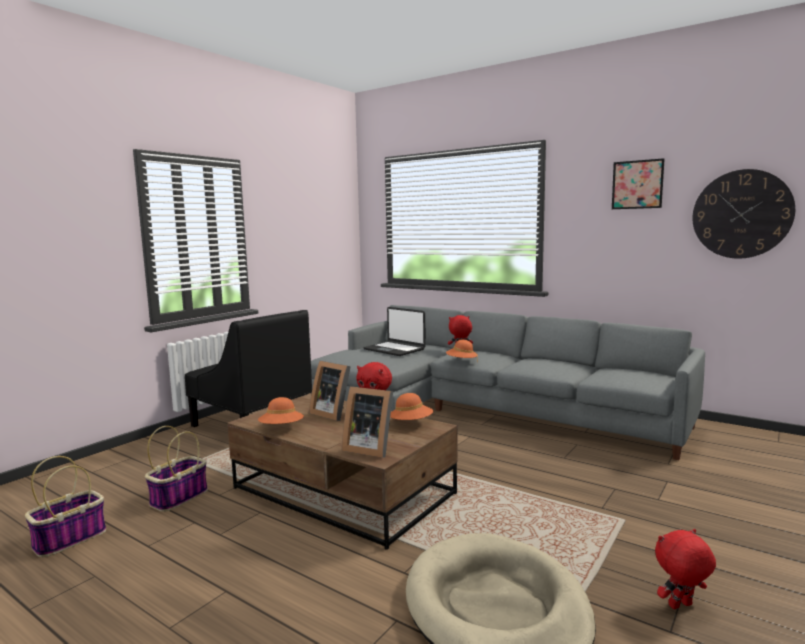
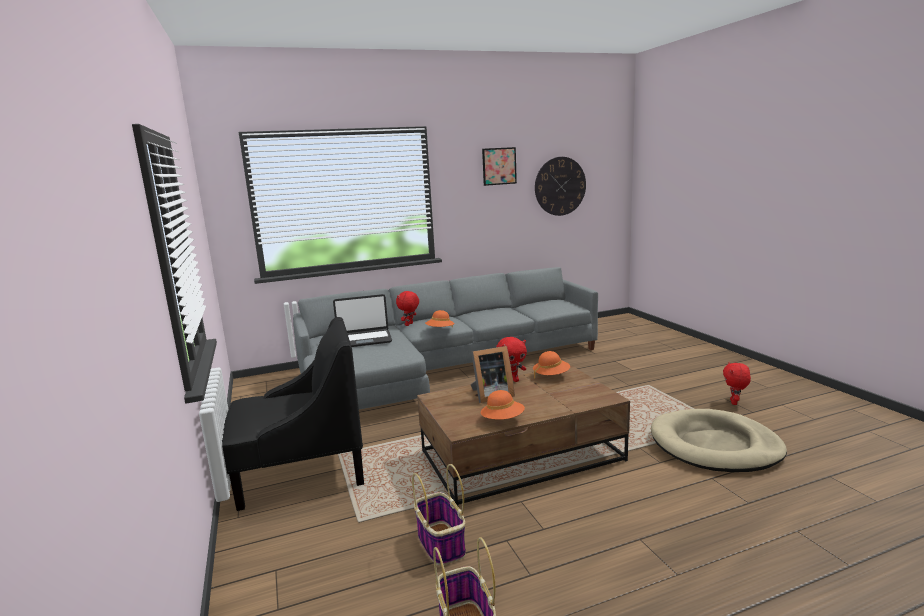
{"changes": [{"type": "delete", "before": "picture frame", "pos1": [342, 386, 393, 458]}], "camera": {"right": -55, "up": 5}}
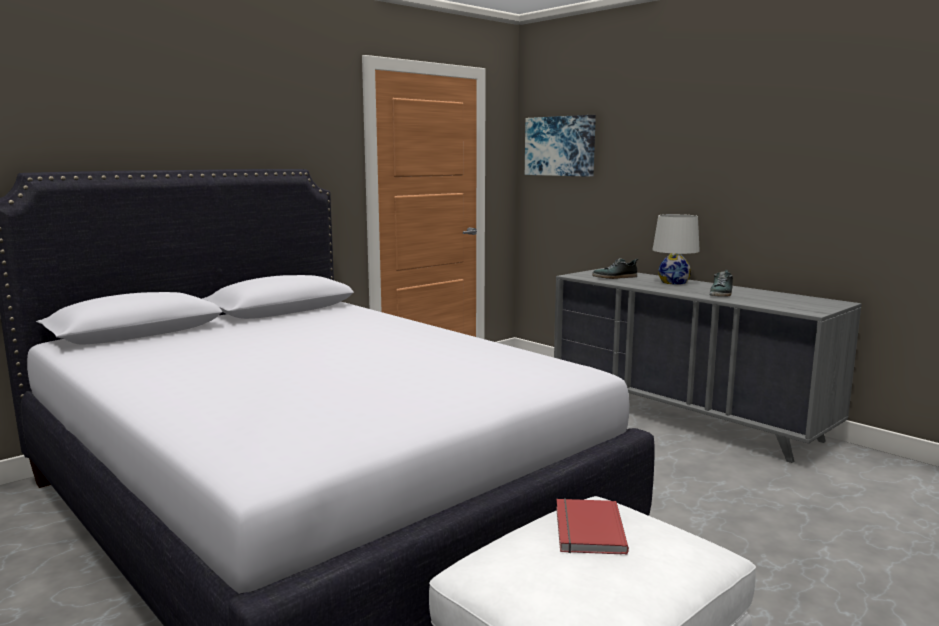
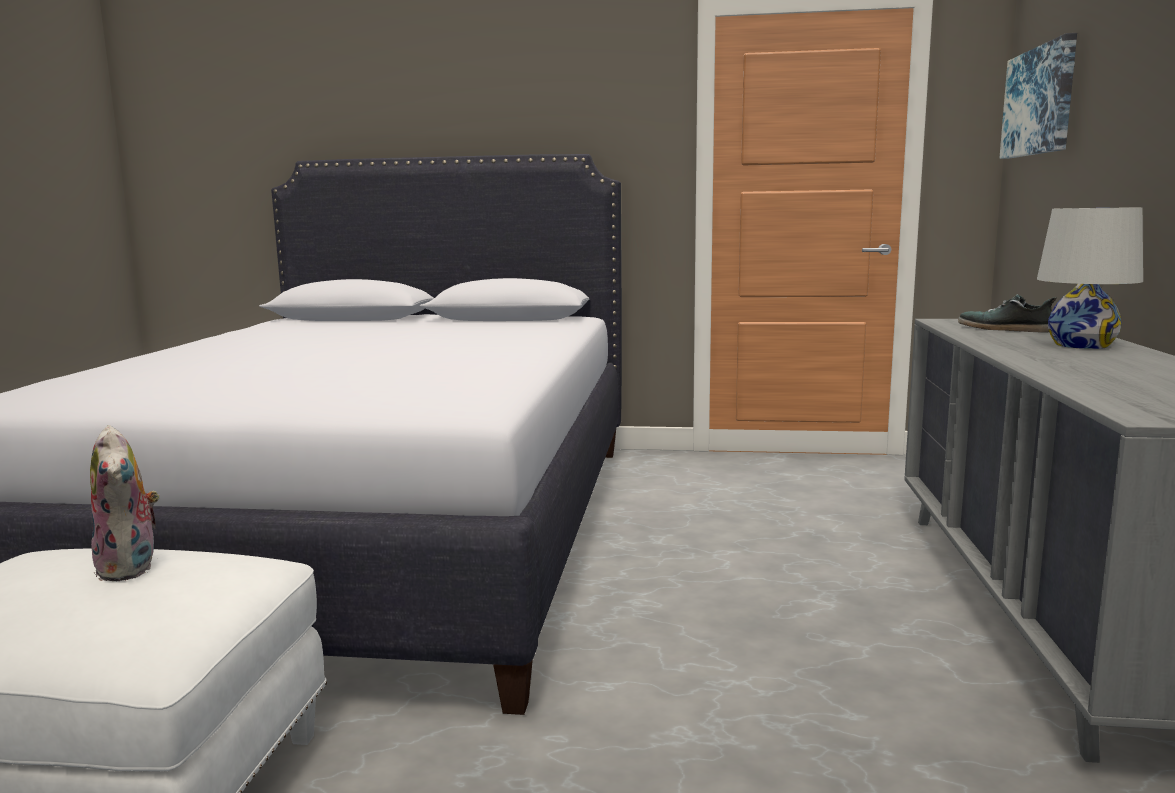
{"changes": [{"type": "delete", "before": "low shoe", "pos1": [709, 270, 733, 297]}, {"type": "replace", "before": "volume/red-coloured", "after": "plush toy", "pos1": [556, 498, 629, 555], "pos2": [90, 425, 159, 581]}], "camera": {"right": 50, "up": 0}}
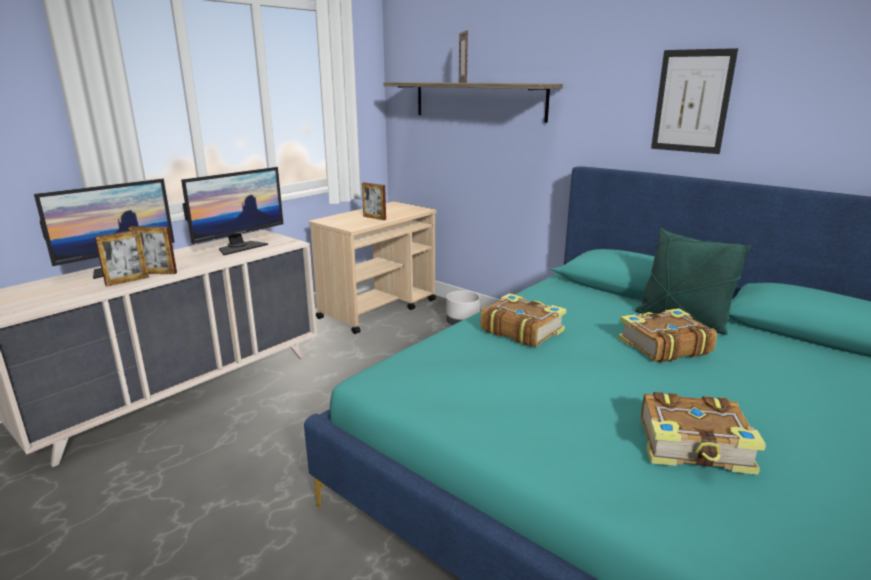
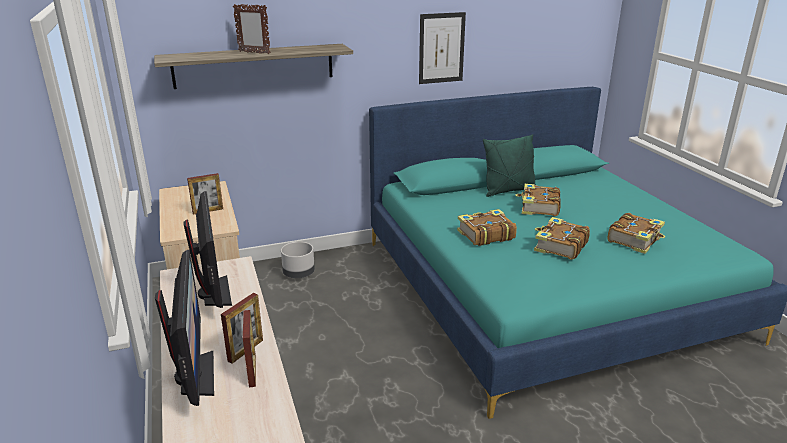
{"changes": [{"type": "insert", "after": "volume", "pos2": [534, 217, 590, 260]}], "camera": {"right": -60, "up": 5}}
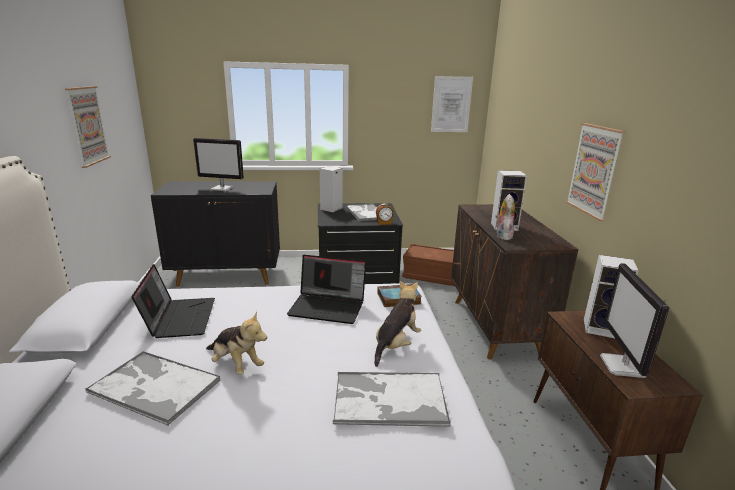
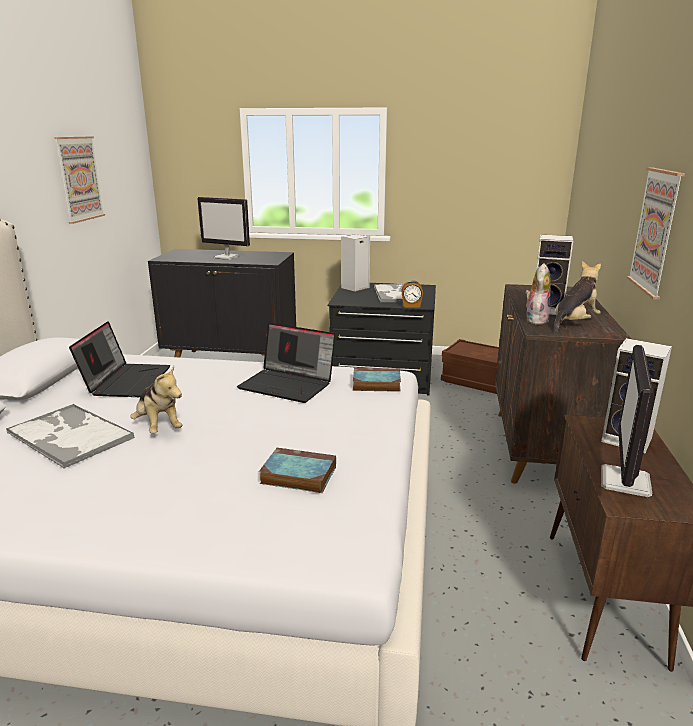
{"changes": [{"type": "delete", "before": "wall picture", "pos1": [431, 76, 473, 132]}, {"type": "move", "before": "plush toy", "pos1": [375, 281, 421, 367], "pos2": [554, 261, 601, 332]}, {"type": "replace", "before": "tray", "after": "volume", "pos1": [333, 372, 451, 427], "pos2": [259, 448, 336, 493]}], "camera": {"right": 15, "up": 0}}
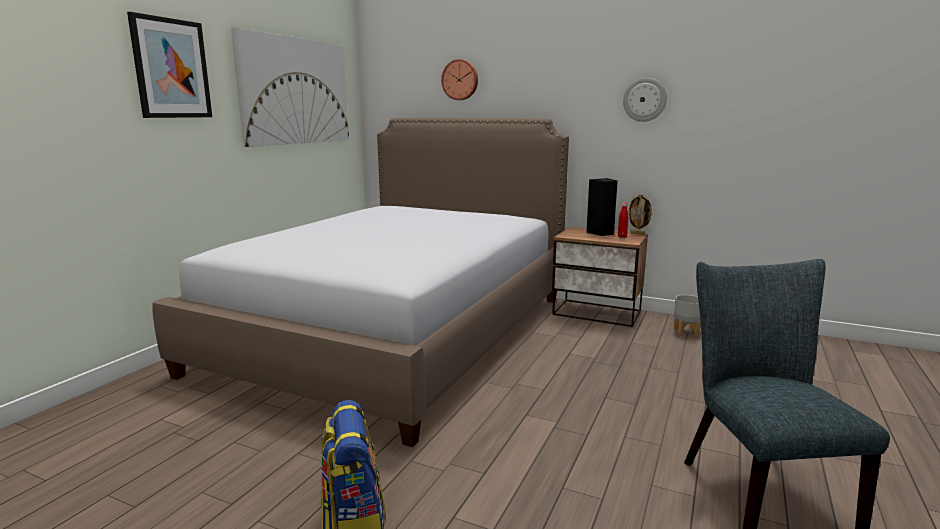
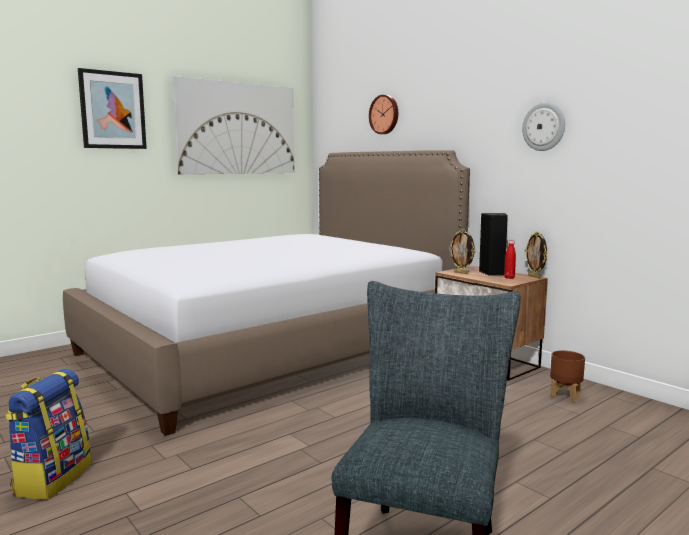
{"changes": [{"type": "insert", "after": "picture frame", "pos2": [449, 229, 476, 274]}, {"type": "recolor", "before": "plant pot/greyish", "after": "plant pot/brownish", "pos1": [673, 295, 701, 337], "pos2": [550, 350, 585, 402]}], "camera": {"right": 25, "up": -5}}
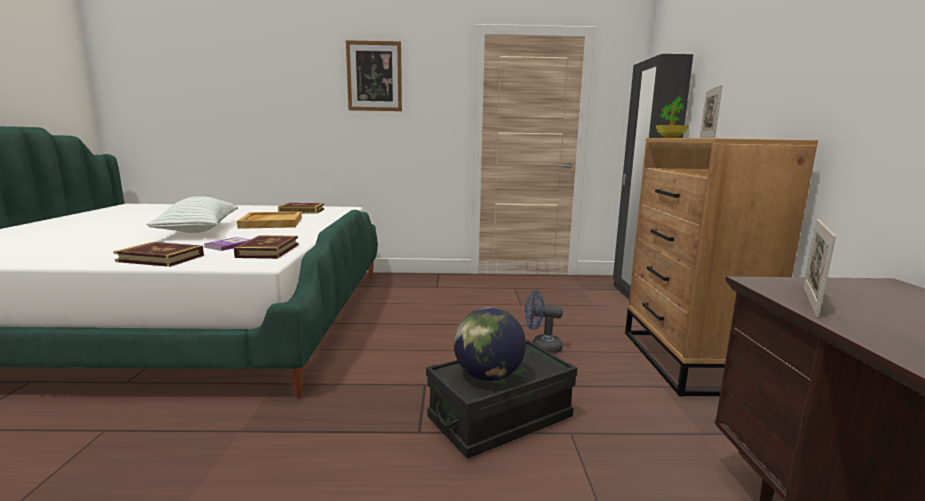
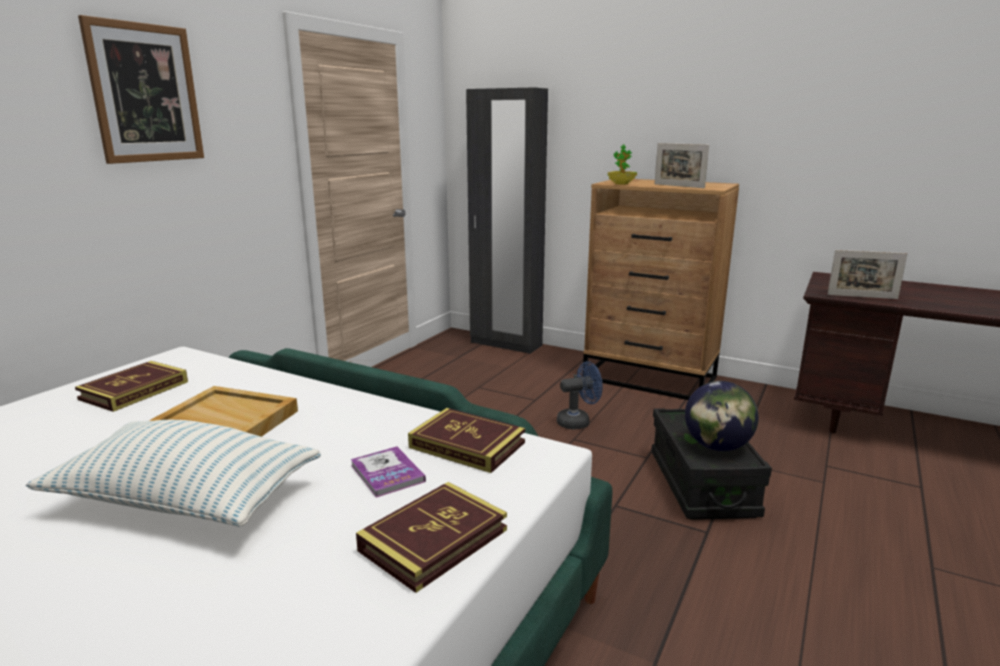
{"changes": [{"type": "rotate", "before": "cooling fan/bluish", "pos1": [525, 290, 563, 353], "pos2": [557, 361, 603, 429], "turn": -150}, {"type": "rotate", "before": "picture frame", "pos1": [803, 219, 836, 317], "pos2": [827, 250, 908, 299], "turn": -45}], "camera": {"right": -60, "up": 5}}
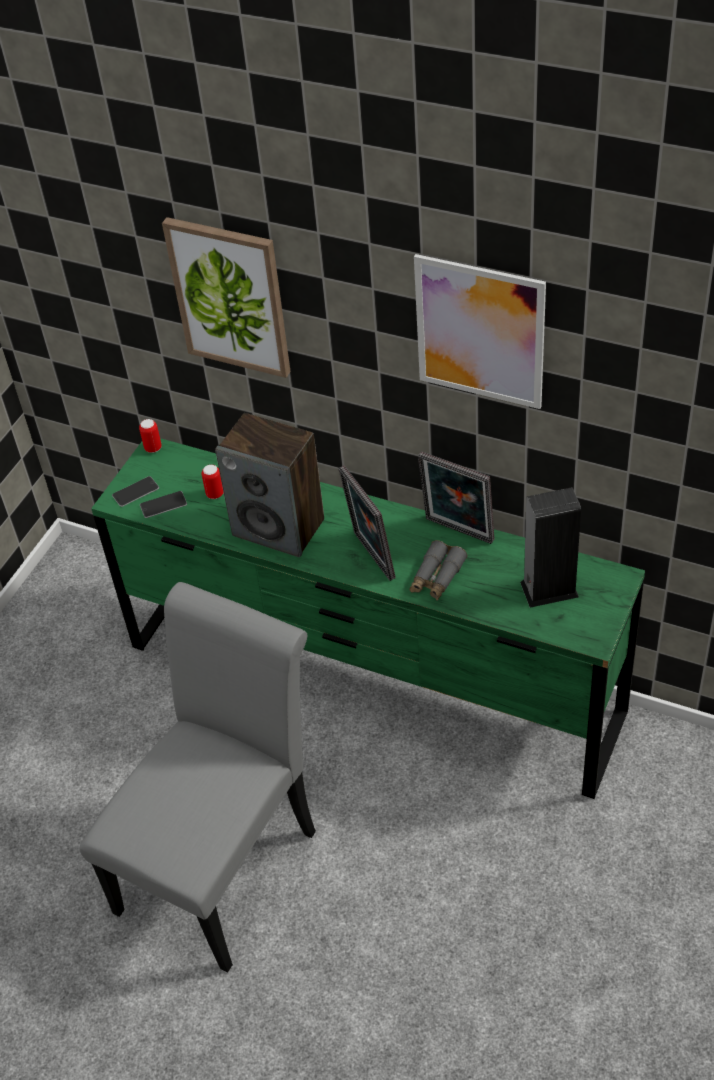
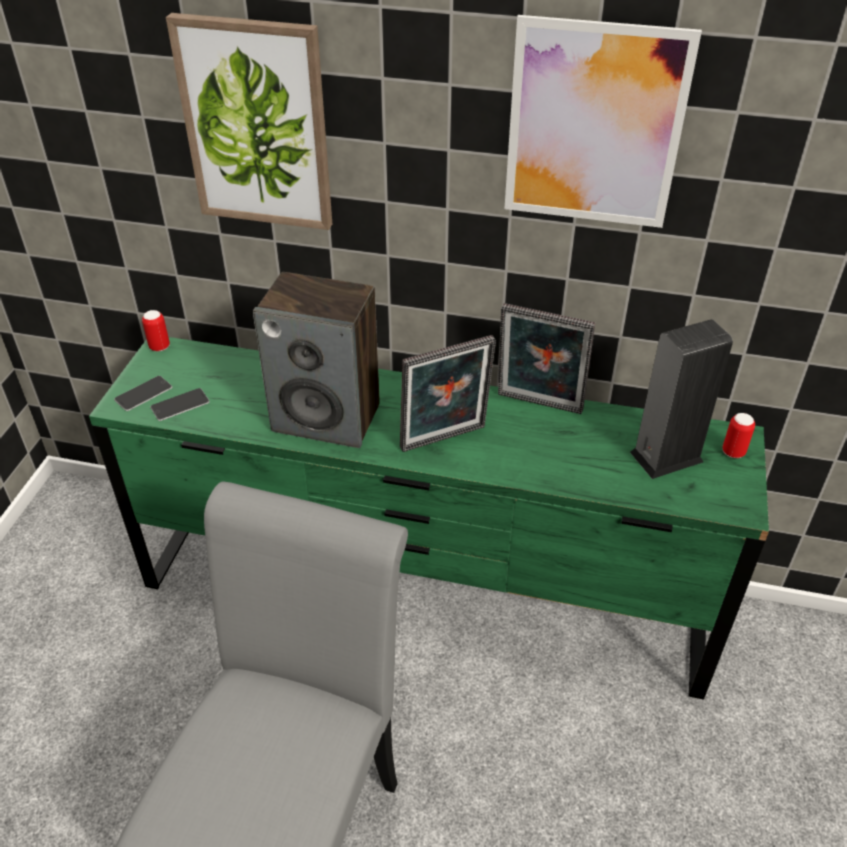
{"changes": [{"type": "delete", "before": "field glasses/greyish", "pos1": [409, 540, 467, 601]}, {"type": "move", "before": "metal can", "pos1": [202, 465, 224, 499], "pos2": [722, 413, 755, 458]}, {"type": "rotate", "before": "picture frame", "pos1": [338, 465, 396, 581], "pos2": [400, 335, 496, 452], "turn": -75}], "camera": {"right": -15, "up": -5}}
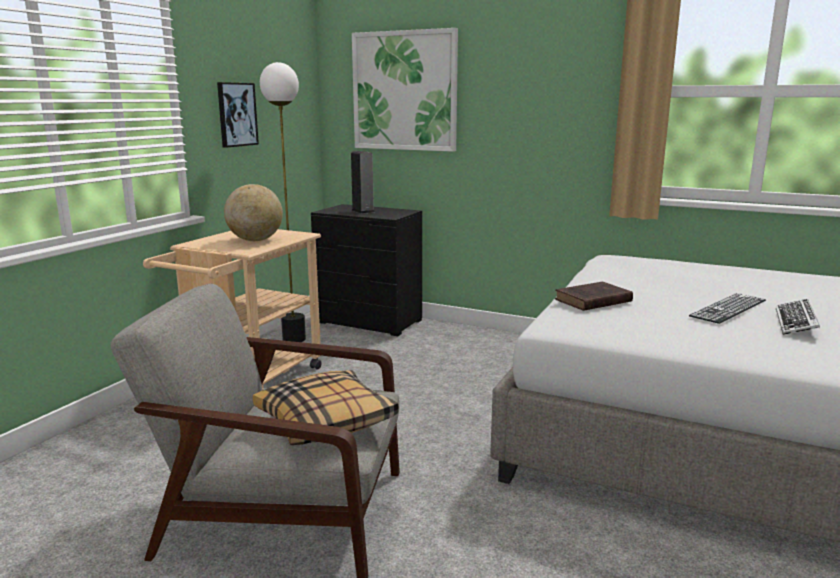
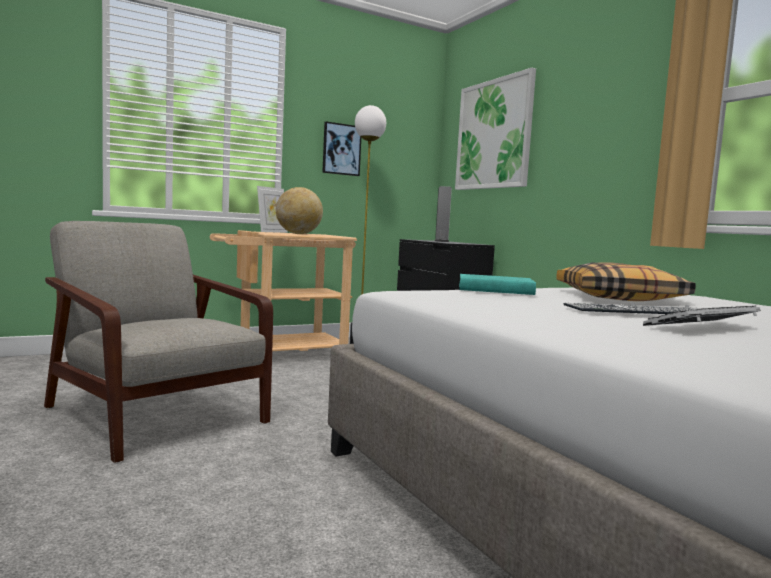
{"changes": [{"type": "insert", "after": "picture frame", "pos2": [257, 186, 288, 233]}, {"type": "move", "before": "cushion", "pos1": [253, 370, 399, 445], "pos2": [557, 262, 696, 301]}, {"type": "recolor", "before": "volume/brownish", "after": "volume/turquoise", "pos1": [555, 282, 633, 311], "pos2": [459, 274, 536, 295]}], "camera": {"right": 35, "up": -10}}
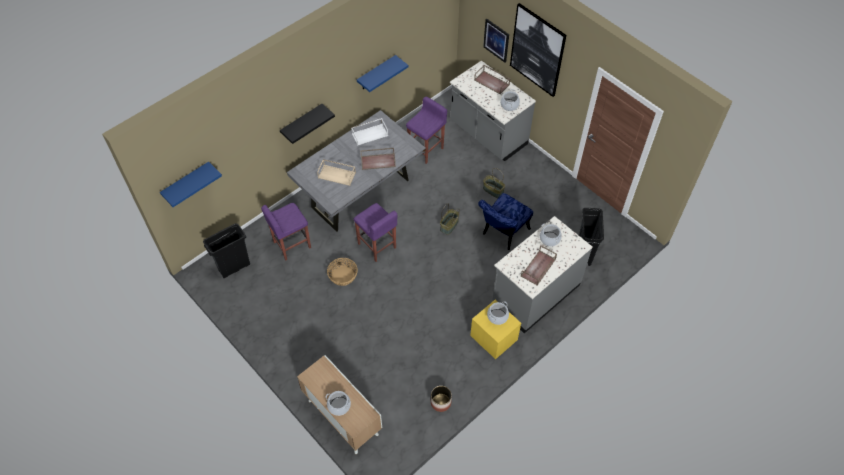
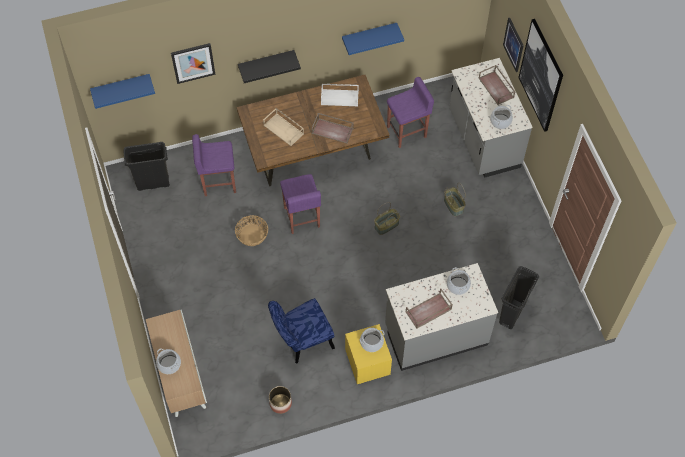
{"changes": [{"type": "insert", "after": "wall picture", "pos2": [171, 43, 216, 84]}, {"type": "move", "before": "chair/bluish", "pos1": [478, 193, 533, 250], "pos2": [268, 298, 335, 364]}, {"type": "recolor", "before": "dinner table/greyish", "after": "dinner table/brownish", "pos1": [287, 110, 426, 232], "pos2": [237, 75, 389, 186]}], "camera": {"right": 25, "up": 5}}
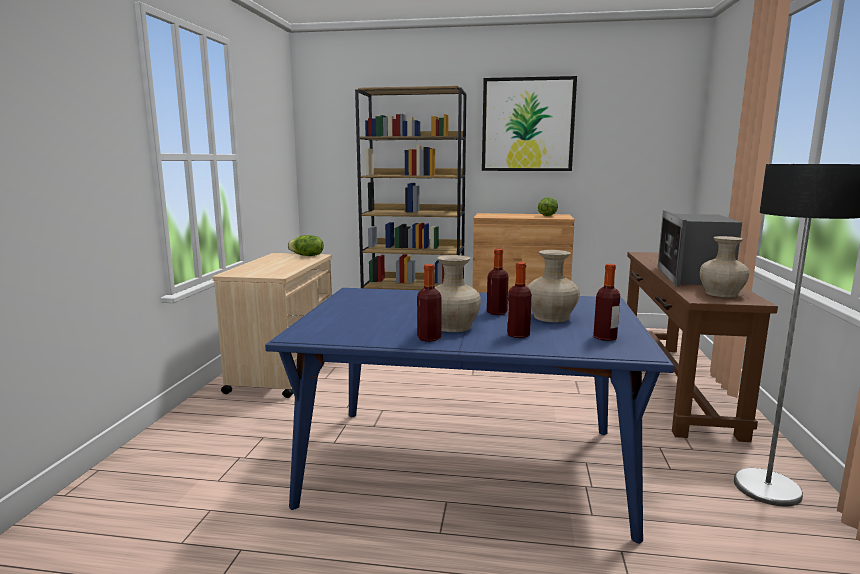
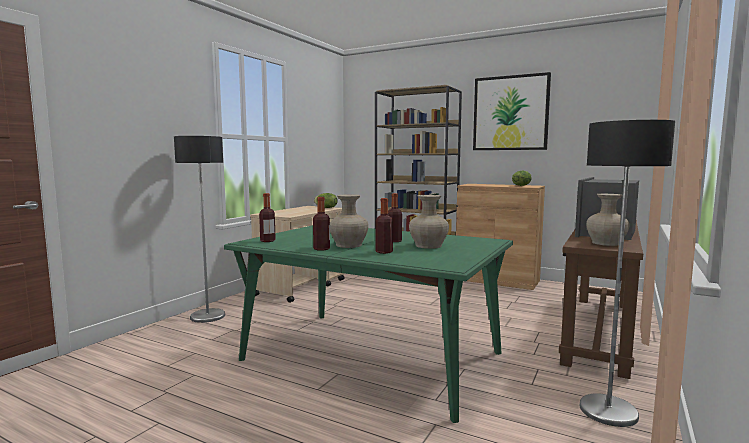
{"changes": [{"type": "insert", "after": "standing lamp", "pos2": [174, 136, 225, 323]}, {"type": "move", "before": "drink bottle", "pos1": [593, 264, 620, 341], "pos2": [259, 193, 276, 242]}, {"type": "recolor", "before": "dinner table/bluish", "after": "dinner table/greenish", "pos1": [265, 288, 674, 544], "pos2": [224, 225, 513, 423]}], "camera": {"right": 20, "up": -5}}
